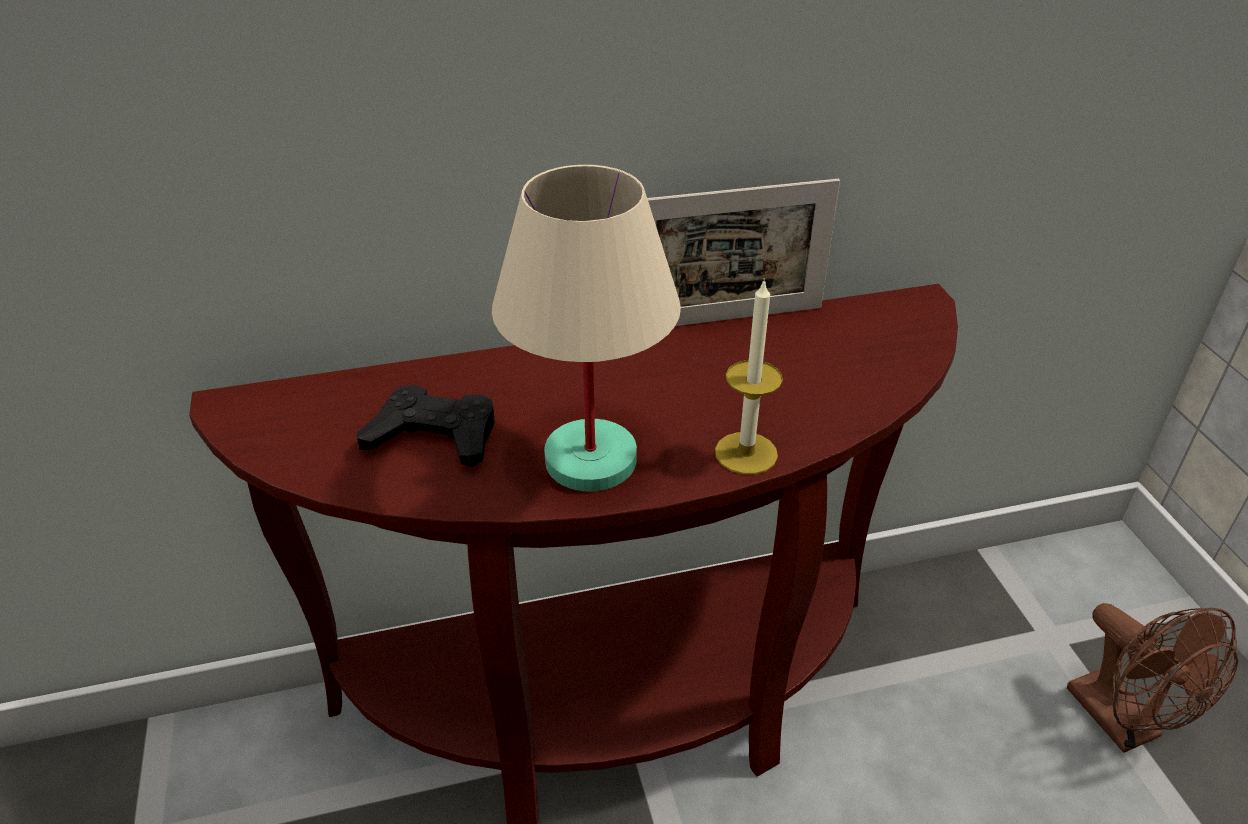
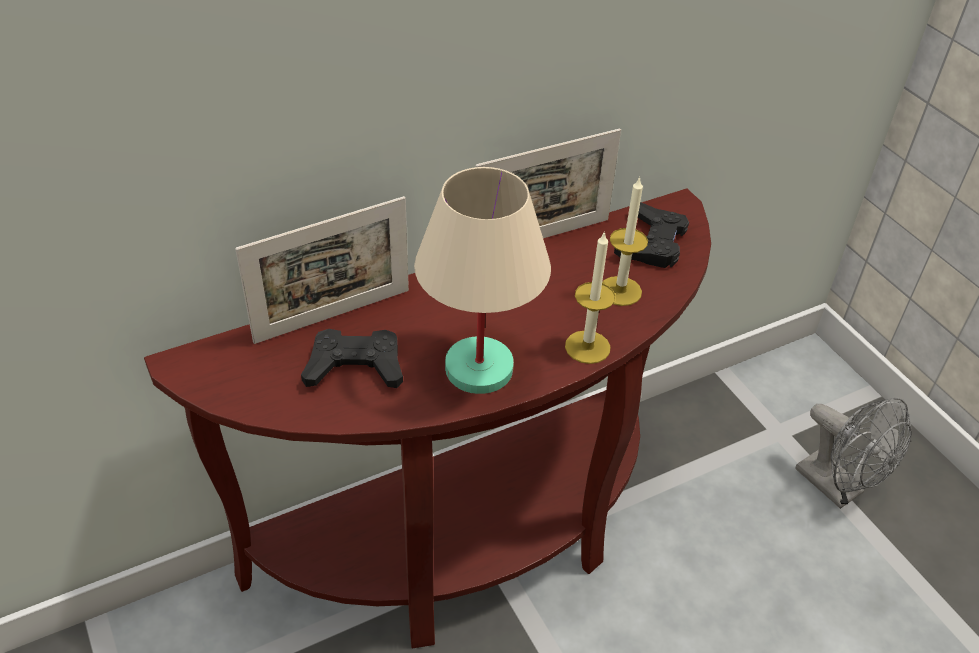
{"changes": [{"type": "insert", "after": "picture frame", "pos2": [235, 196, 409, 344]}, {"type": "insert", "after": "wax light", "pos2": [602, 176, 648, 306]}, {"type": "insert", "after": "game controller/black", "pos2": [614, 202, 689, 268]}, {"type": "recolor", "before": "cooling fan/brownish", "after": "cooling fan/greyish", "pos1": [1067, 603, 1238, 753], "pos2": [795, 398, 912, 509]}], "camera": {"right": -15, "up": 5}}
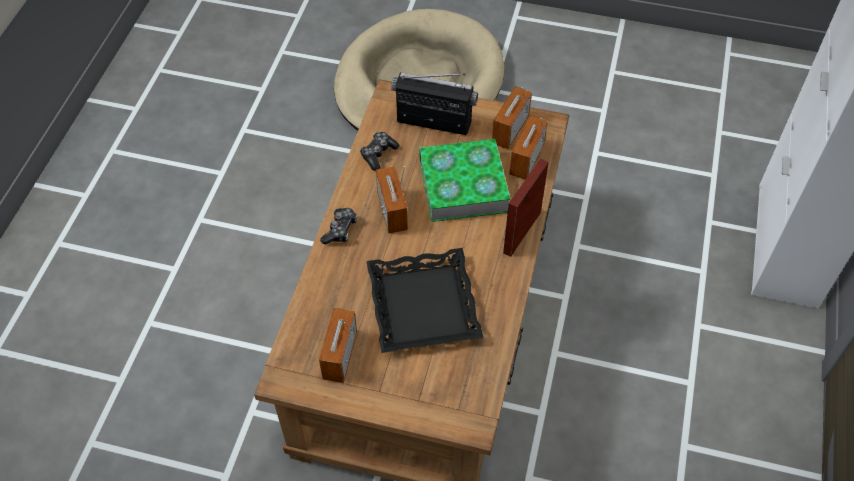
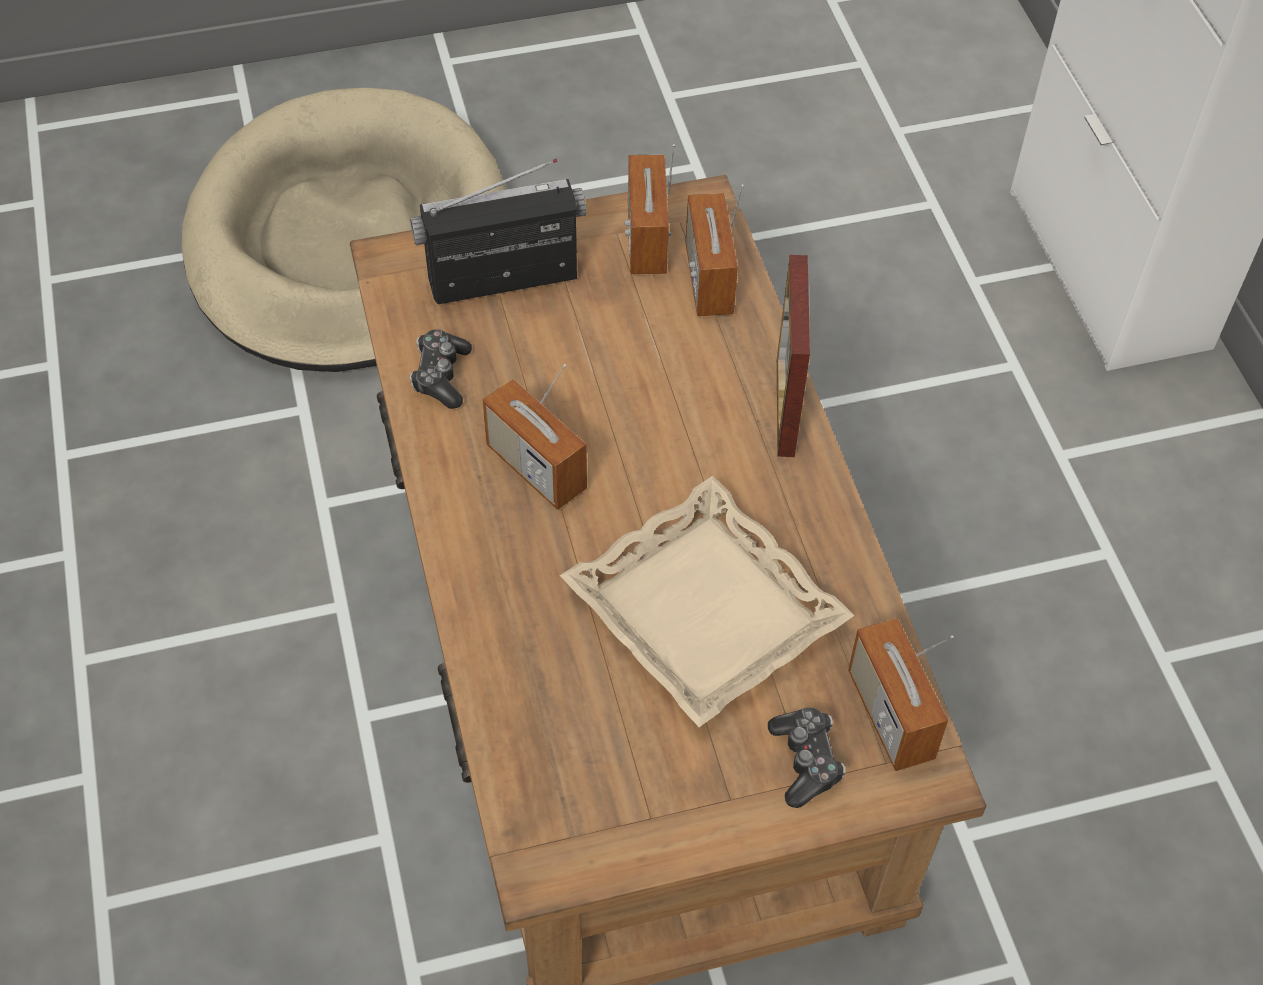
{"changes": [{"type": "delete", "before": "volume", "pos1": [419, 139, 511, 222]}, {"type": "move", "before": "radio receiver", "pos1": [319, 308, 357, 383], "pos2": [848, 618, 954, 771]}, {"type": "move", "before": "game controller", "pos1": [320, 208, 357, 244], "pos2": [768, 708, 846, 808]}, {"type": "recolor", "before": "tray/black", "after": "tray/sand-coloured", "pos1": [367, 248, 483, 353], "pos2": [560, 476, 854, 727]}], "camera": {"right": -30, "up": 0}}
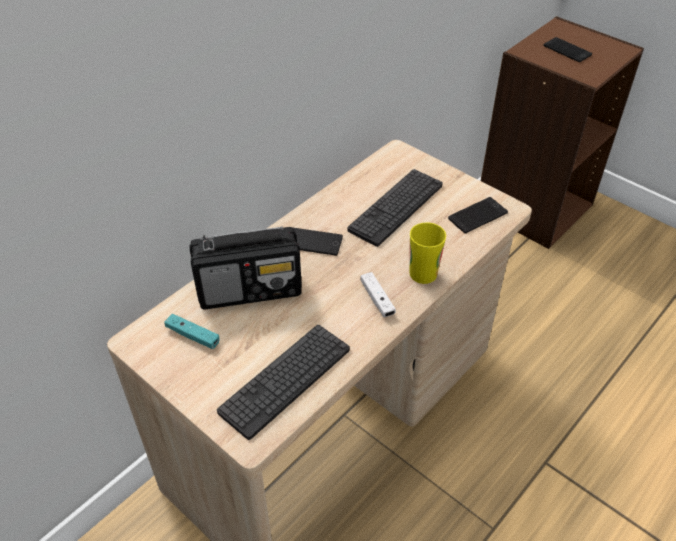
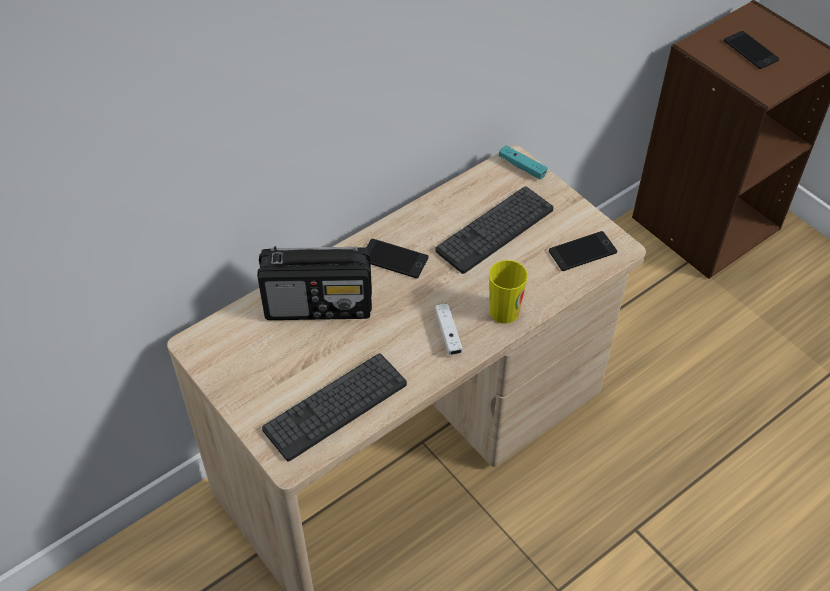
{"changes": [{"type": "move", "before": "game controller/turquoise", "pos1": [164, 314, 220, 349], "pos2": [499, 146, 547, 180]}], "camera": {"right": 10, "up": 5}}
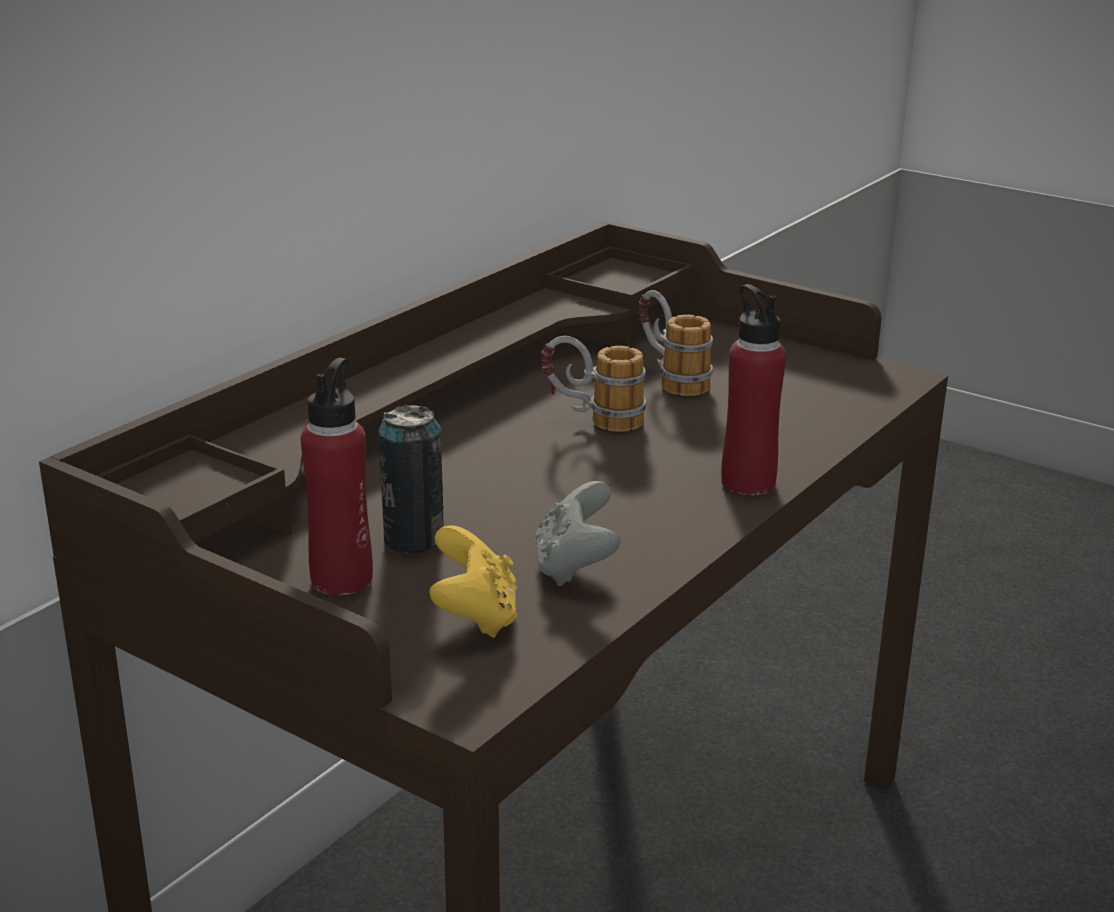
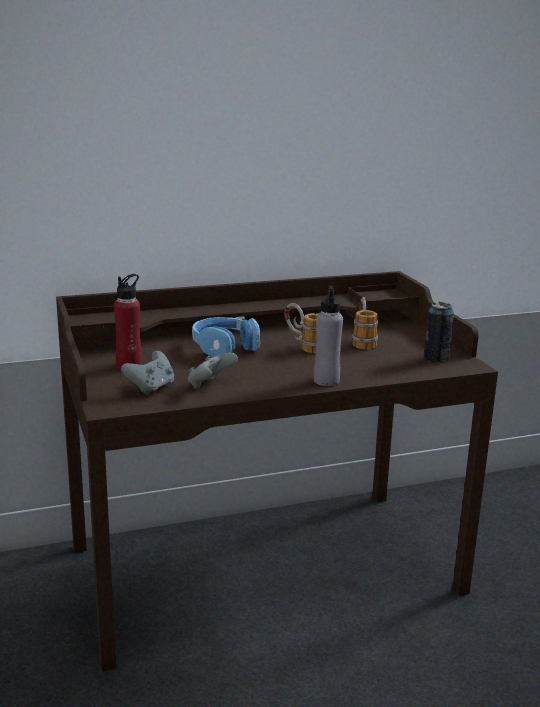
{"changes": [{"type": "insert", "after": "pair of headphones/bluish", "pos2": [192, 317, 260, 357]}, {"type": "move", "before": "metal can", "pos1": [379, 405, 444, 554], "pos2": [424, 302, 454, 363]}, {"type": "recolor", "before": "game controller/yellowish", "after": "game controller/greyish", "pos1": [429, 525, 517, 638], "pos2": [121, 351, 174, 395]}, {"type": "recolor", "before": "drink bottle/red-coloured", "after": "drink bottle/greyish", "pos1": [721, 284, 786, 495], "pos2": [314, 285, 343, 386]}], "camera": {"right": 35, "up": -5}}
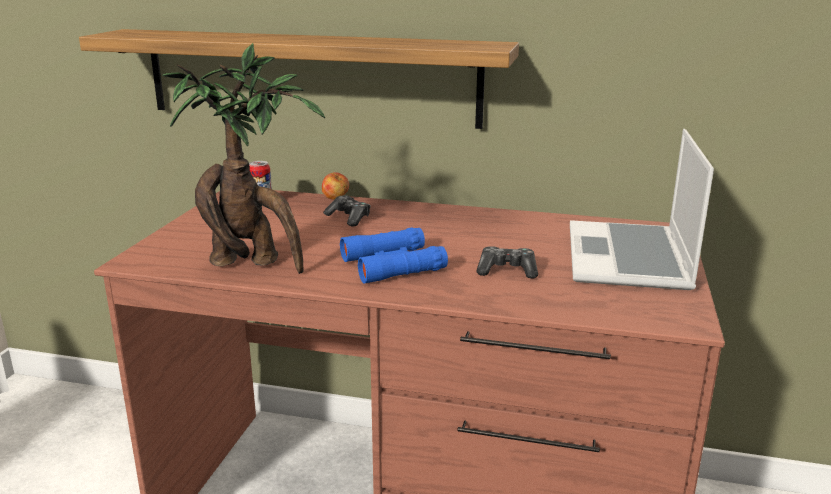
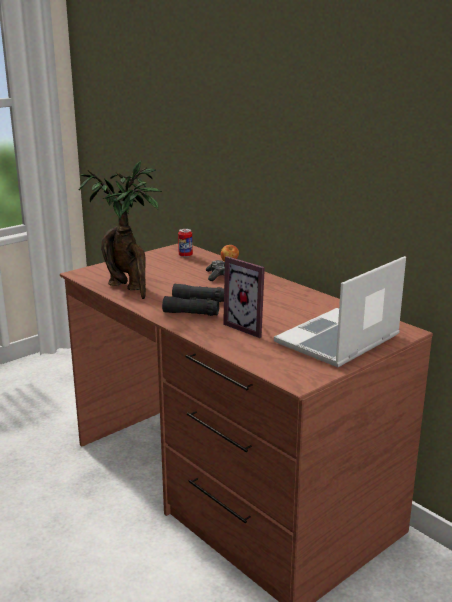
{"changes": [{"type": "delete", "before": "wall shelf", "pos1": [79, 29, 519, 129]}, {"type": "replace", "before": "game controller", "after": "picture frame", "pos1": [476, 246, 538, 279], "pos2": [223, 256, 265, 338]}, {"type": "recolor", "before": "field glasses/bluish", "after": "field glasses/black", "pos1": [340, 227, 448, 284], "pos2": [162, 284, 224, 316]}], "camera": {"right": 35, "up": 0}}
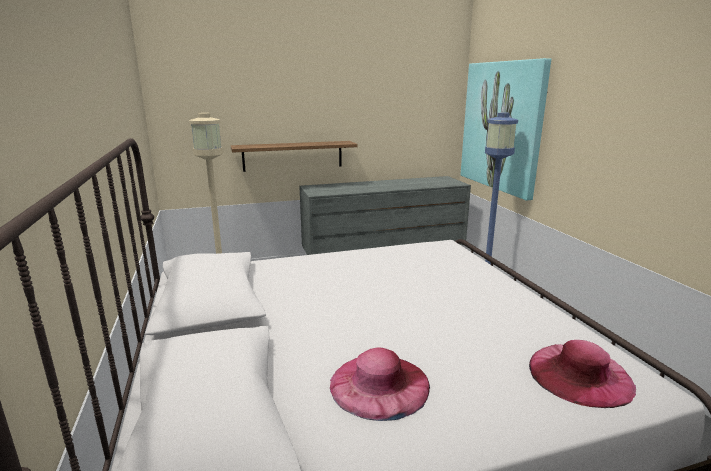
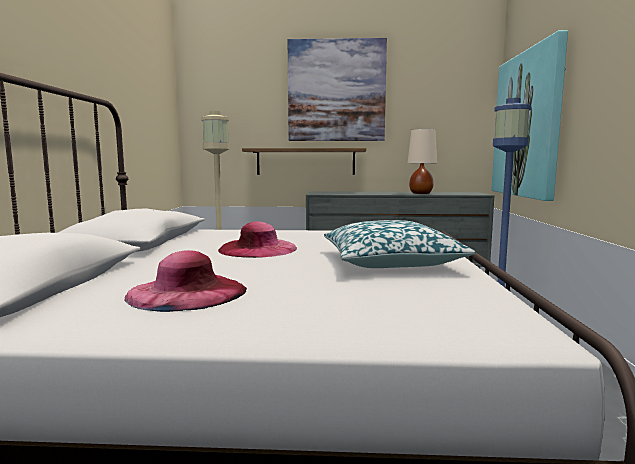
{"changes": [{"type": "insert", "after": "wall picture", "pos2": [288, 38, 387, 141]}, {"type": "insert", "after": "cushion", "pos2": [324, 220, 475, 268]}, {"type": "insert", "after": "table lamp/sand-coloured", "pos2": [407, 129, 437, 194]}, {"type": "move", "before": "clothing hat/pinkish", "pos1": [529, 340, 636, 408], "pos2": [218, 221, 297, 258]}], "camera": {"right": 20, "up": -10}}
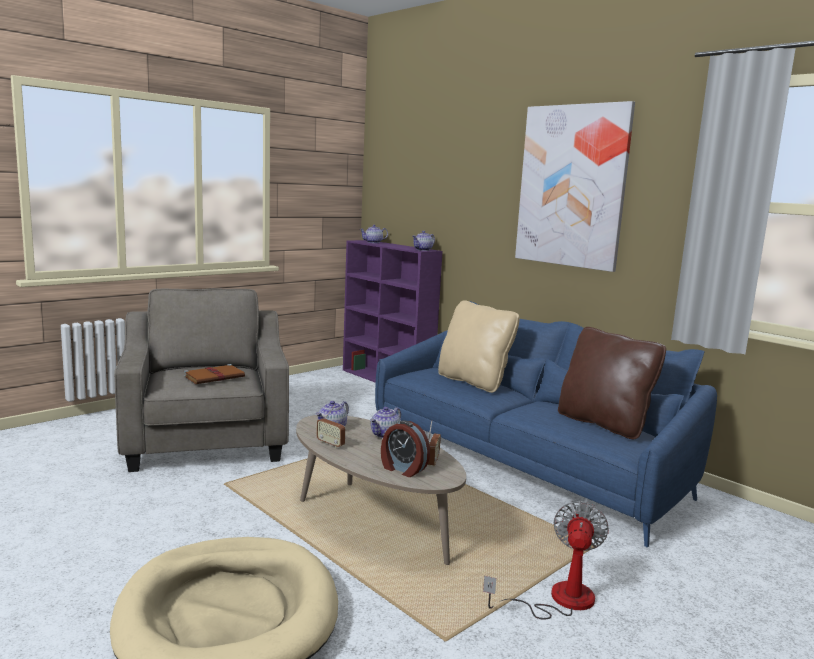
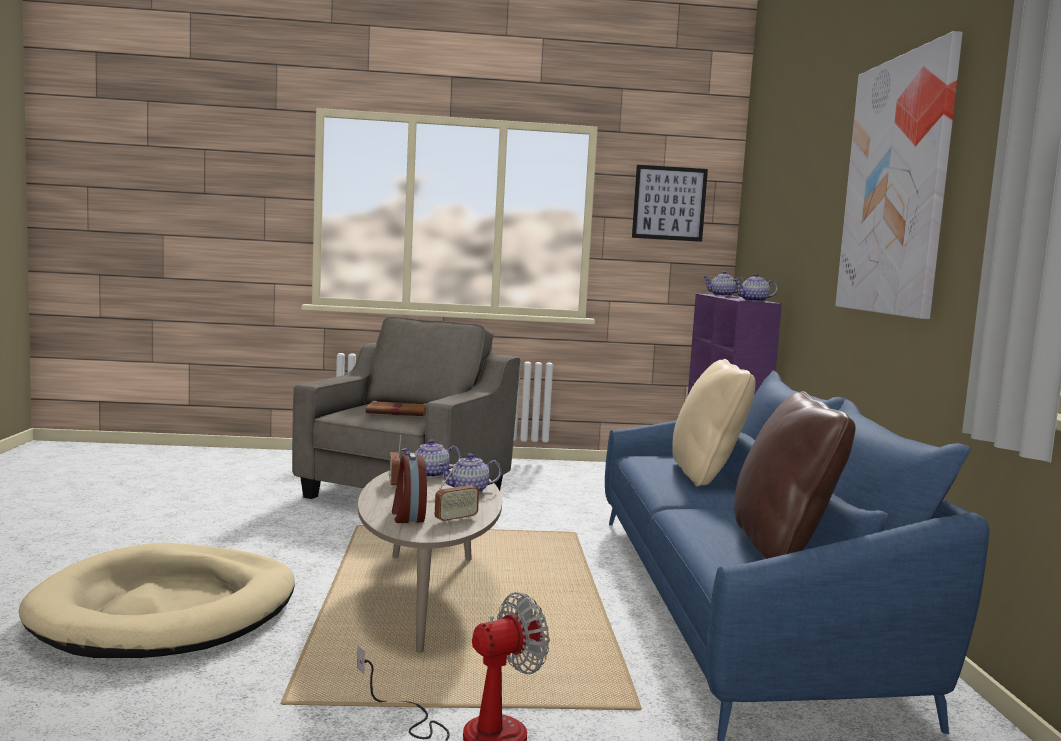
{"changes": [{"type": "insert", "after": "wall picture", "pos2": [632, 165, 708, 242]}], "camera": {"right": 40, "up": -5}}
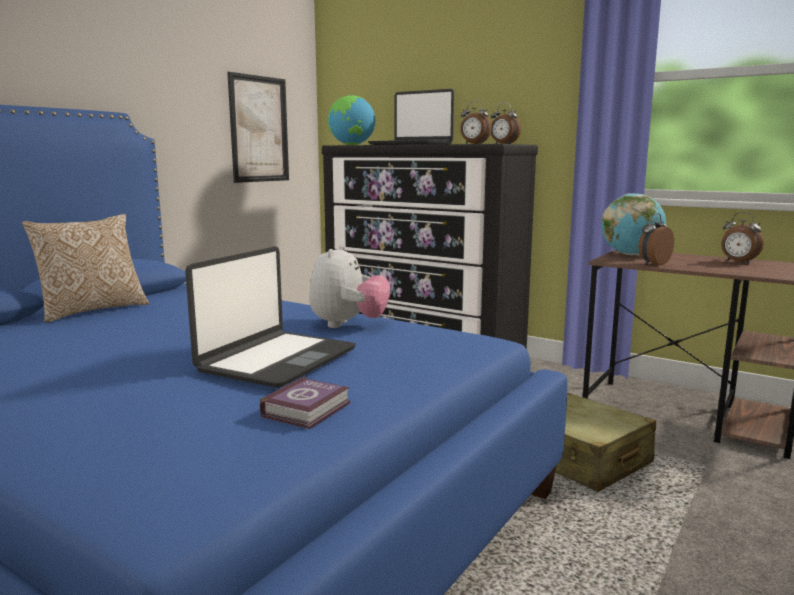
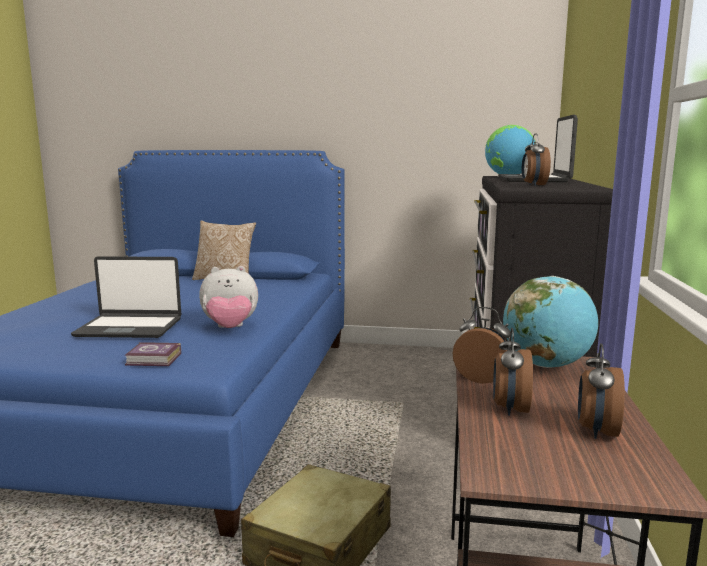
{"changes": [{"type": "delete", "before": "wall picture", "pos1": [227, 72, 289, 183]}, {"type": "move", "before": "volume", "pos1": [260, 376, 351, 429], "pos2": [124, 342, 181, 366]}, {"type": "move", "before": "alarm clock", "pos1": [491, 103, 521, 144], "pos2": [493, 328, 533, 416]}], "camera": {"right": 65, "up": 0}}
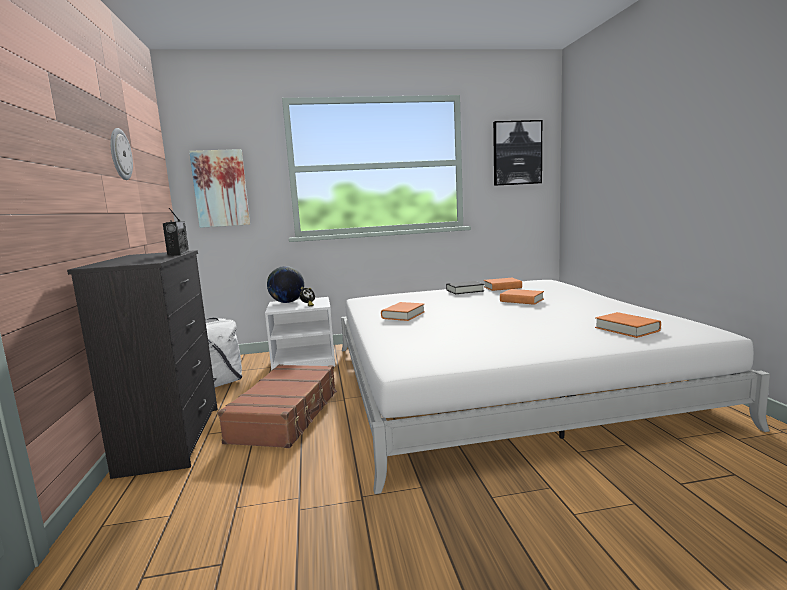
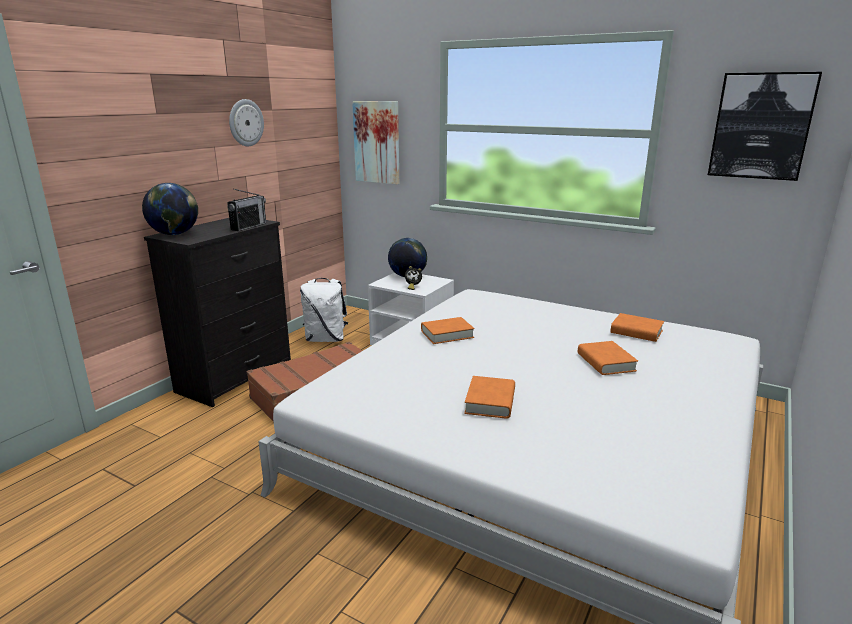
{"changes": [{"type": "delete", "before": "volume/black", "pos1": [446, 281, 484, 294]}, {"type": "insert", "after": "globe", "pos2": [142, 183, 198, 235]}, {"type": "move", "before": "volume/orange", "pos1": [595, 312, 661, 338], "pos2": [464, 376, 515, 419]}], "camera": {"right": 40, "up": 10}}
